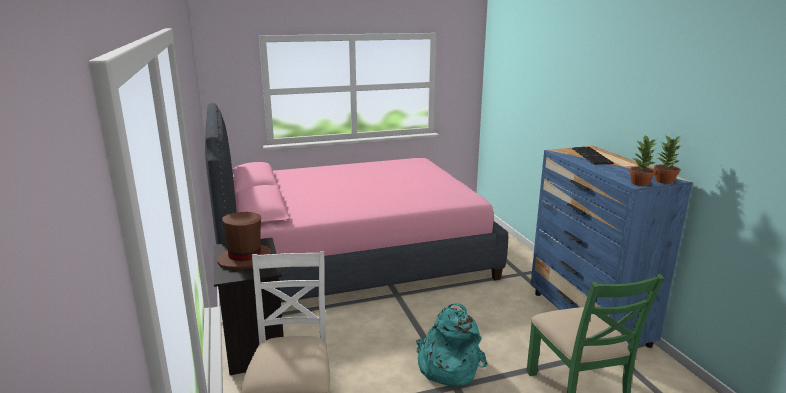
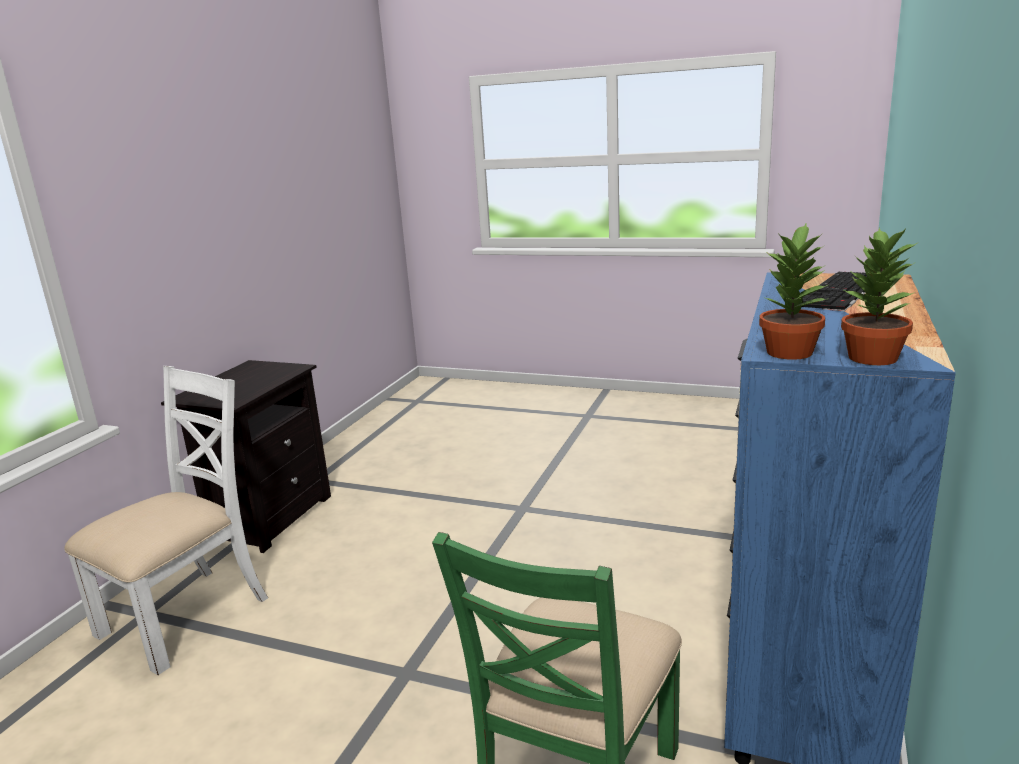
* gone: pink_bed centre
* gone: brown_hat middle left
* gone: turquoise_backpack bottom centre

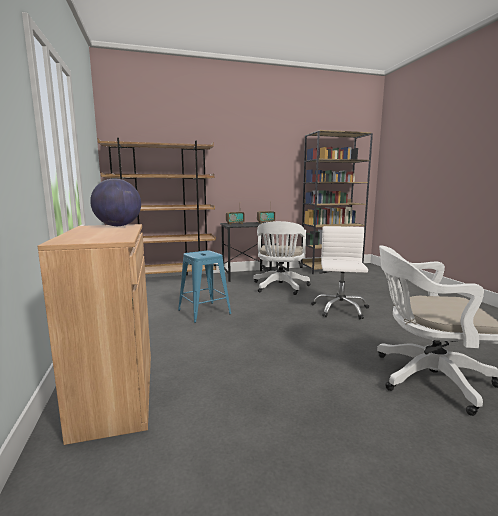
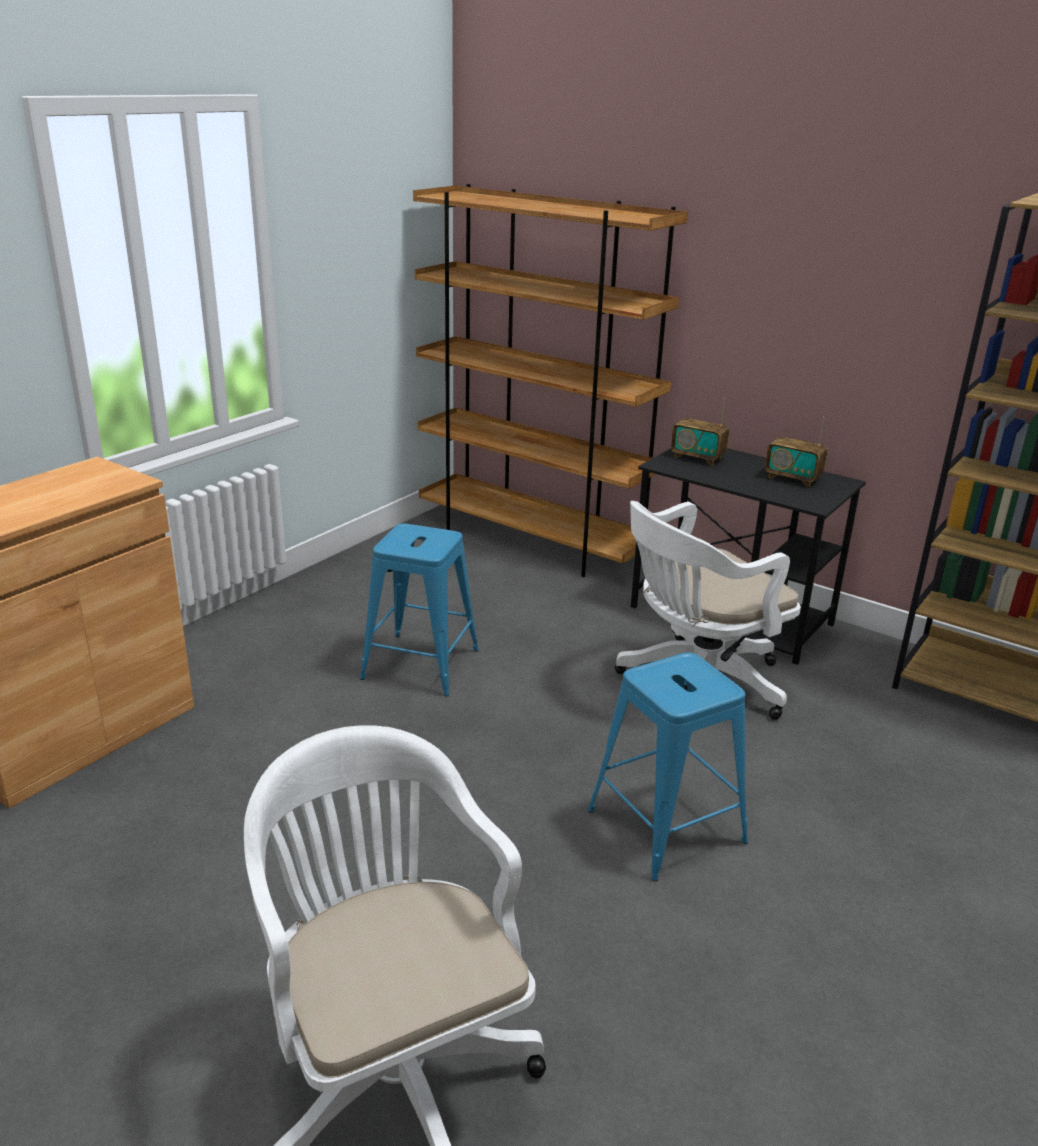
* gone: globe middle left
* swapped: white_office_chair (no. 2 from left) middle right to blue_stool (no. 2 from left) bottom centre

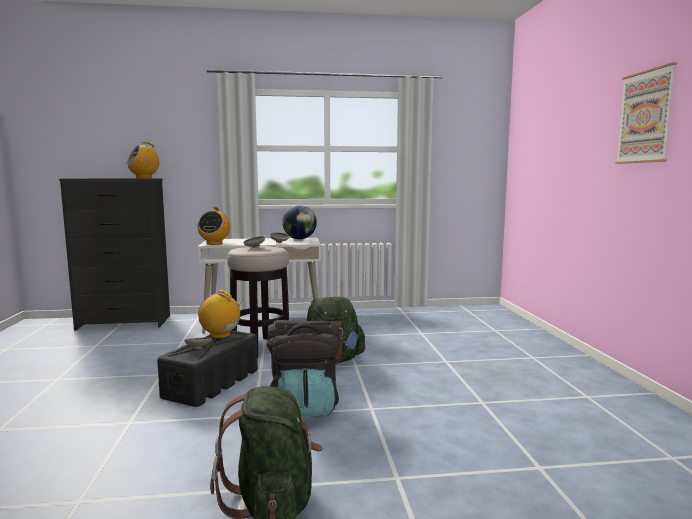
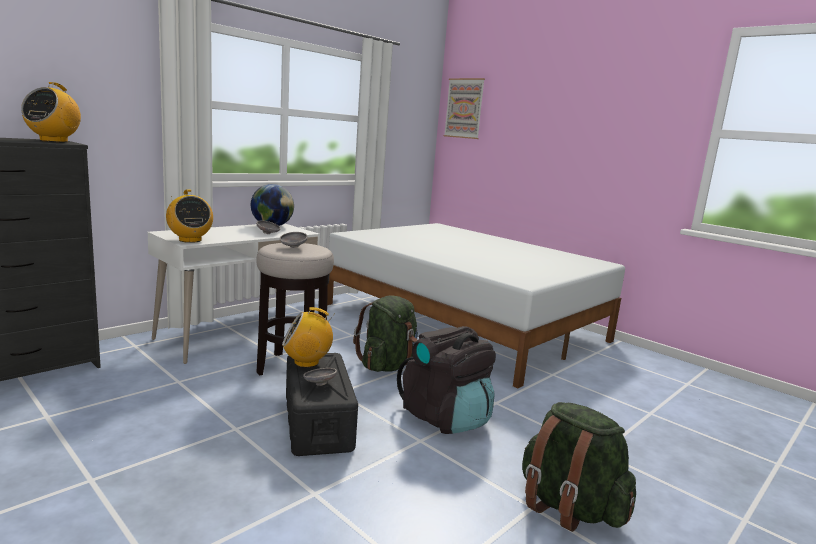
* shifted: picture top right to top centre
* new: white_bed centre

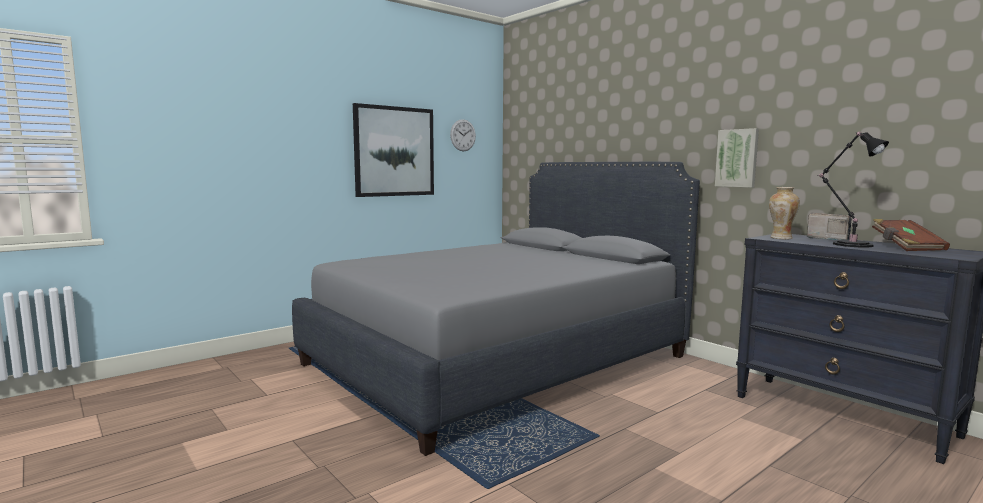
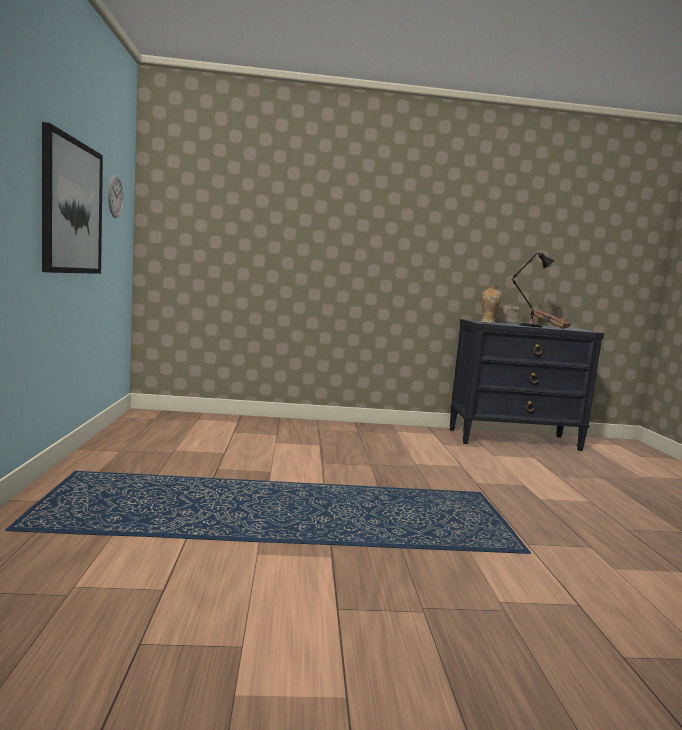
* gone: picture (no. 2 from left) top right
* gone: grey_bed centre

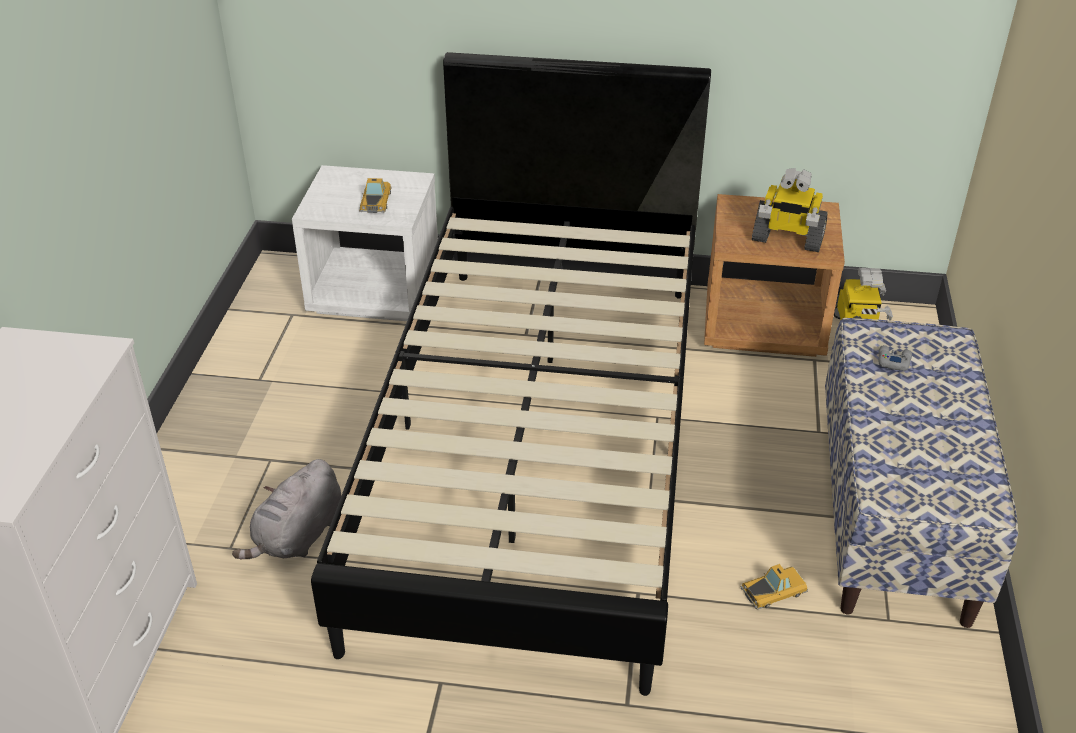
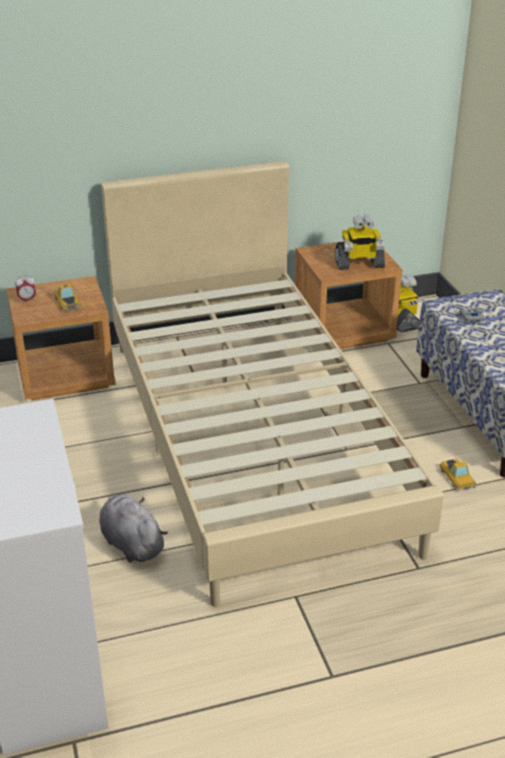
* repainted: black_bed centre to beige_bed centre
* repainted: white_nightstand top centre to brown_nightstand (no. 1 from left) middle left
* rotated: grey_plush_toy bottom left = bottom left 135 degrees clockwise
* rotated: toy_car (no. 2 from left) bottom right = middle right 120 degrees clockwise
* new: alarm_clock middle left

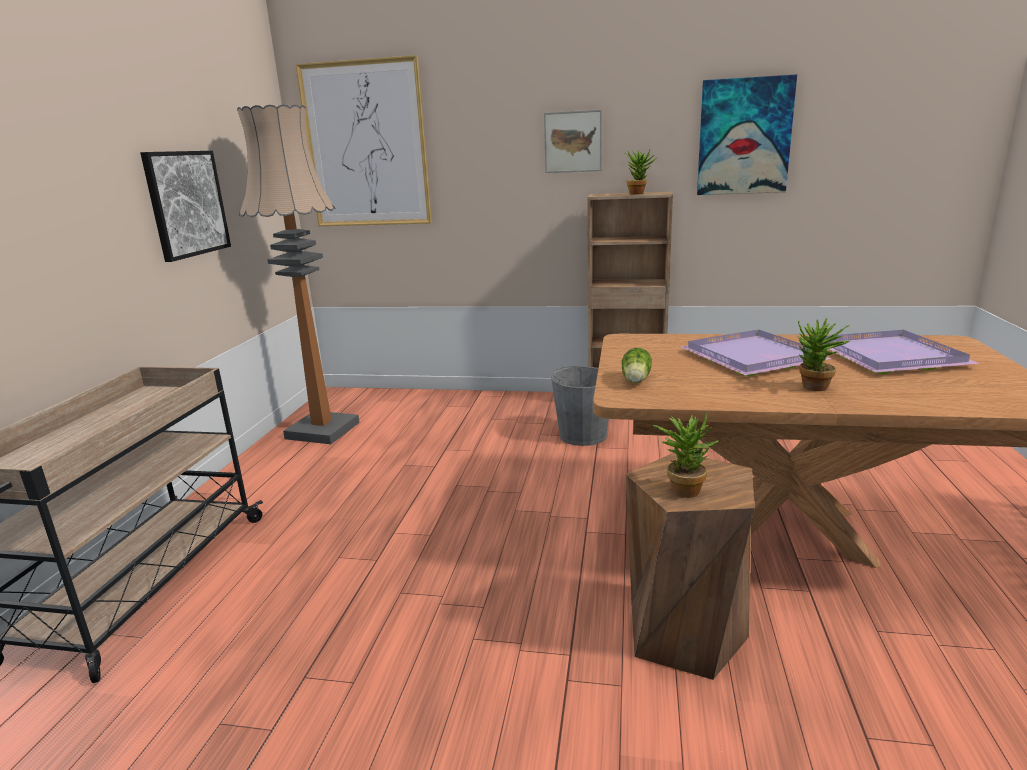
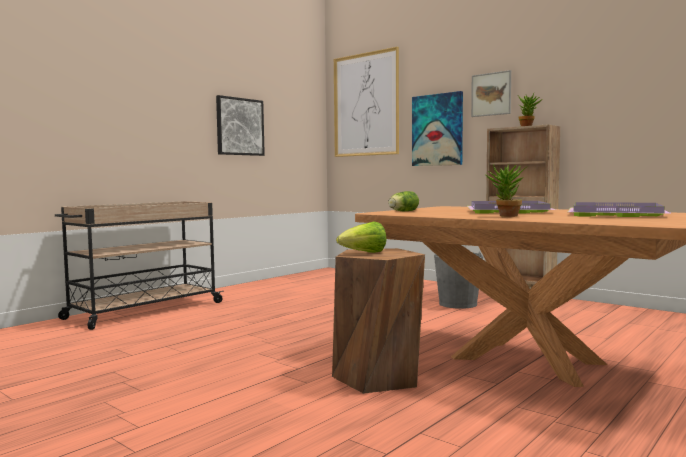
* shifted: picture (no. 4 from left in the first image) top right to picture (no. 3 from left) top centre
* gone: floor_lamp middle left
* swapped: potted_plant (no. 2 from left) middle right to lettuce (no. 1 from left) centre

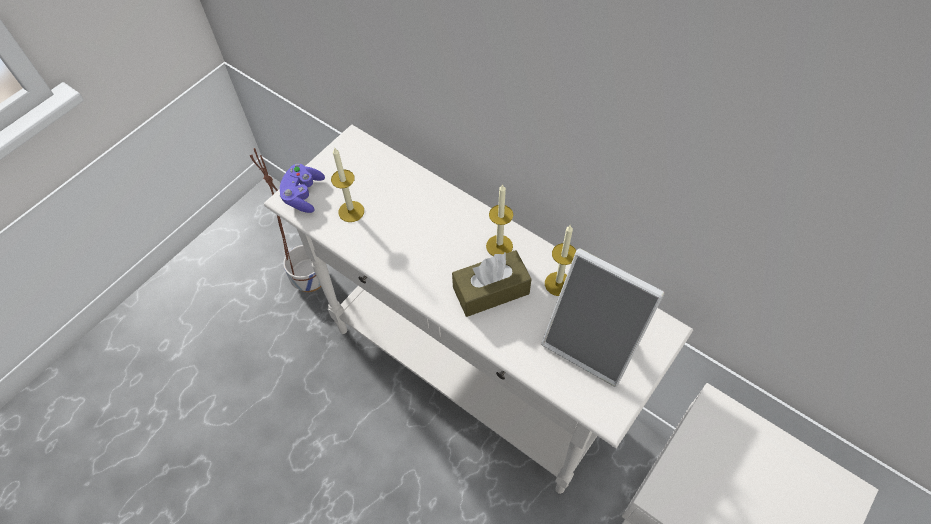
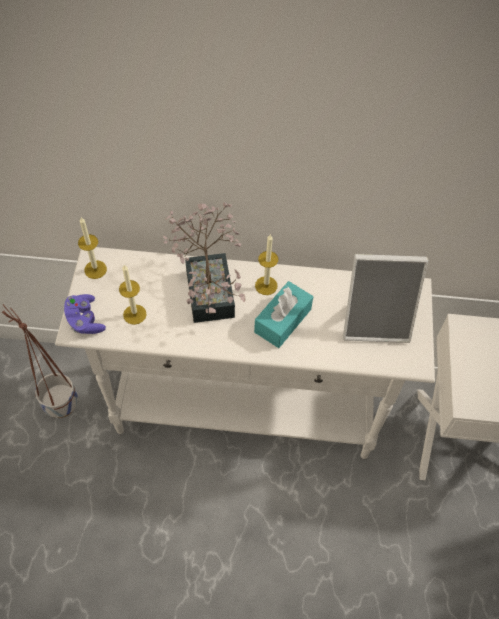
* shifted: candle (no. 3 from left in the first image) centre to candle (no. 1 from left) middle left
* repainted: brown_tissue_box centre to turquoise_tissue_box centre
* new: potted_plant centre

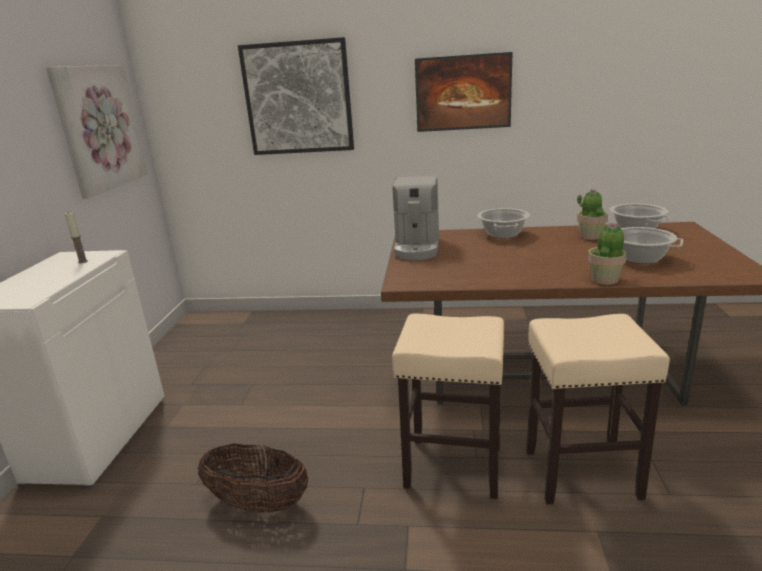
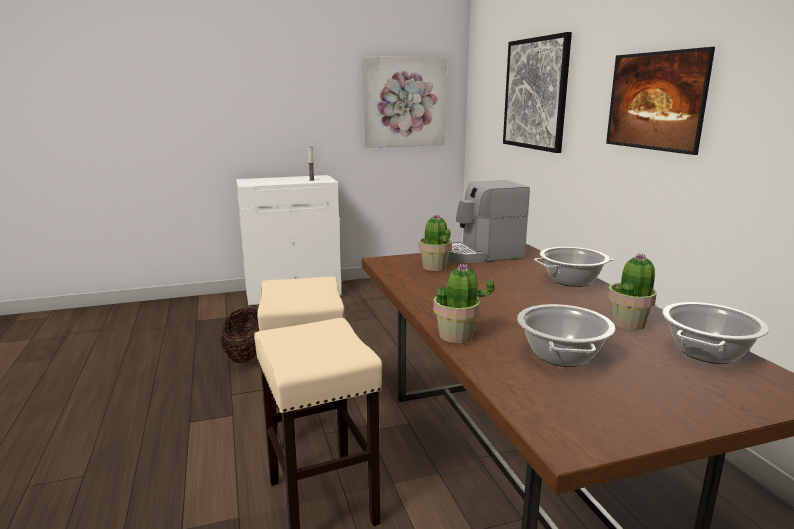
* new: potted_plant (no. 1 from left) centre

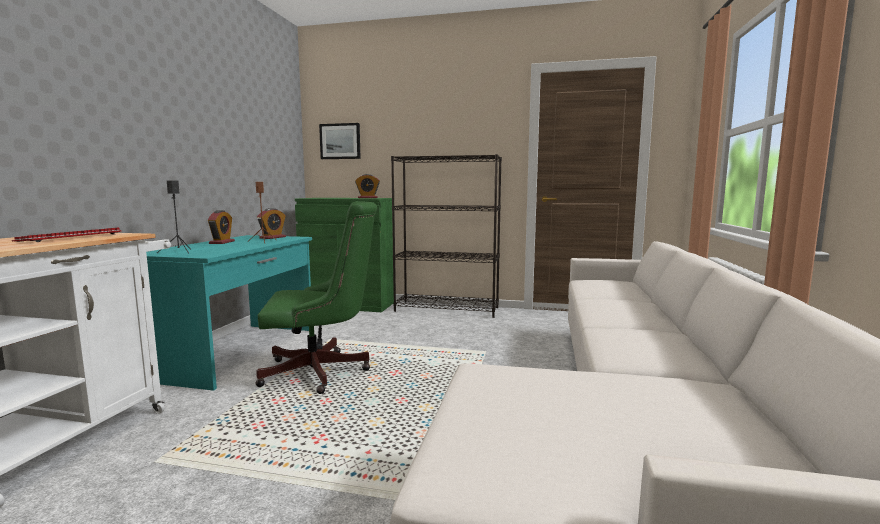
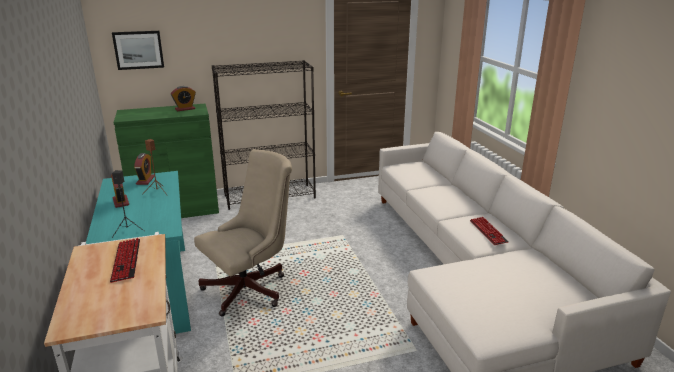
* repainted: green_office_chair centre to beige_office_chair centre
* new: keyboard (no. 2 from left) middle right

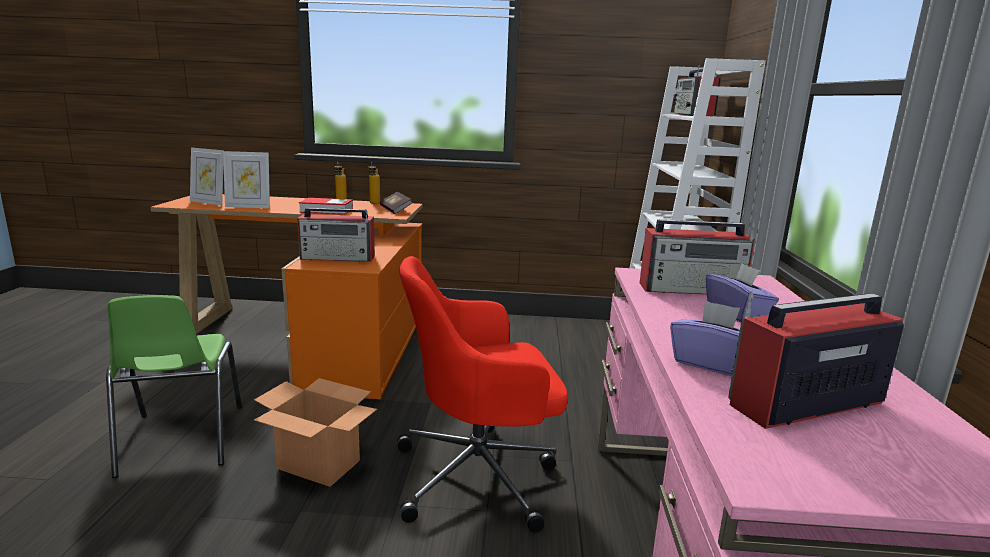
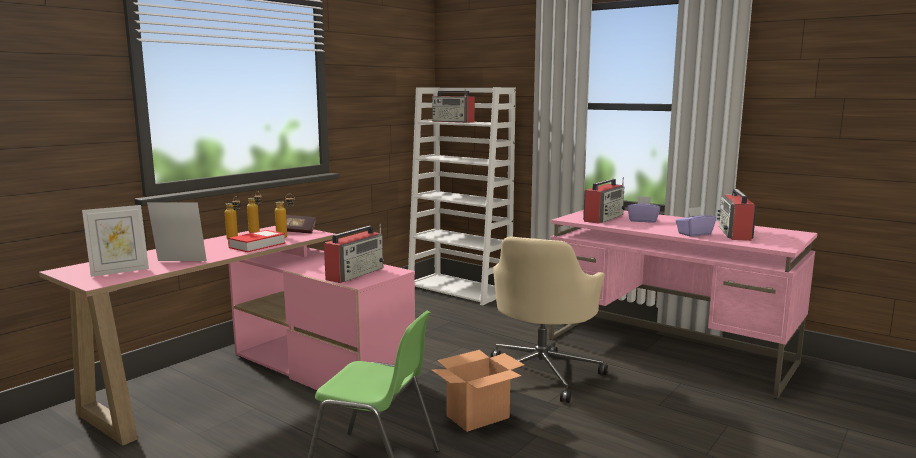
* rotated: picture_frame (no. 2 from left) top left = middle left 120 degrees counterclockwise
* repainted: orange_desk middle left to pink_desk (no. 1 from left) bottom left
* repainted: red_office_chair bottom centre to beige_office_chair bottom centre
* new: bottle (no. 3 from left) middle left

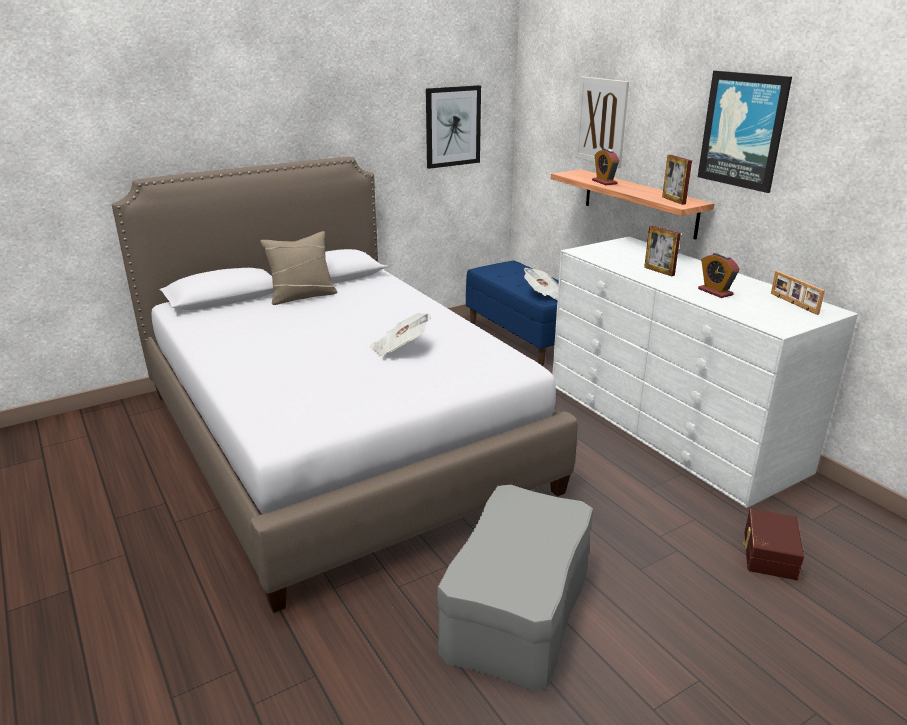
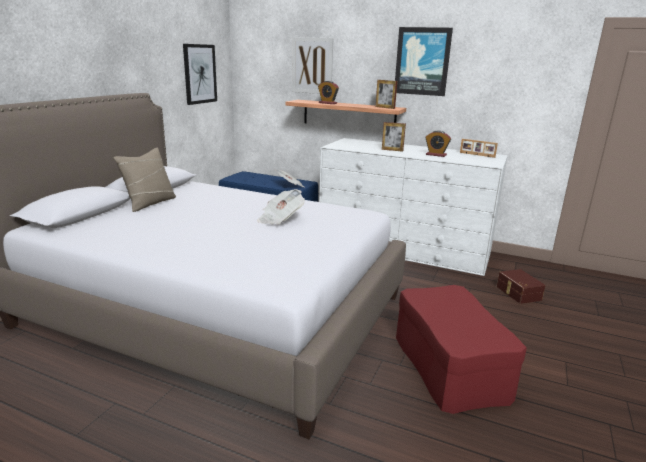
* repainted: grey_ottoman bottom centre to red_ottoman bottom right

